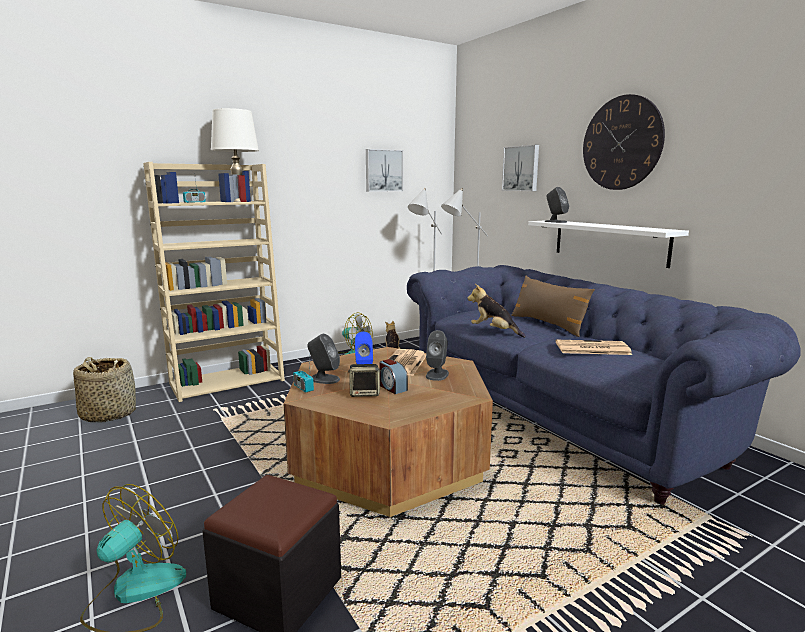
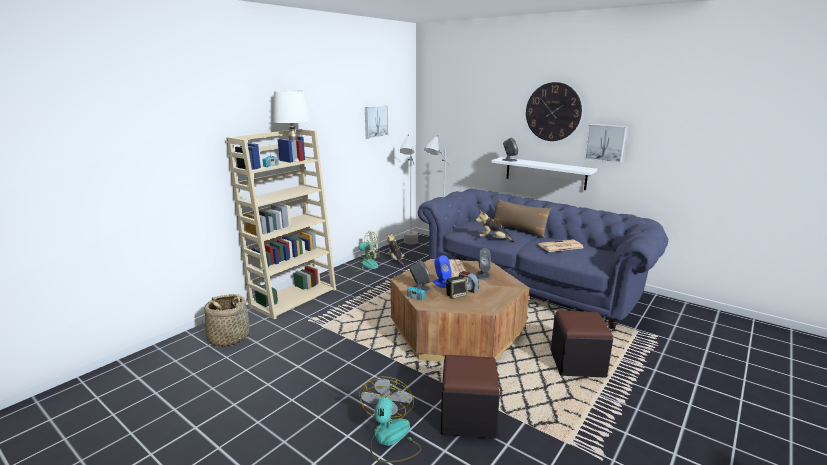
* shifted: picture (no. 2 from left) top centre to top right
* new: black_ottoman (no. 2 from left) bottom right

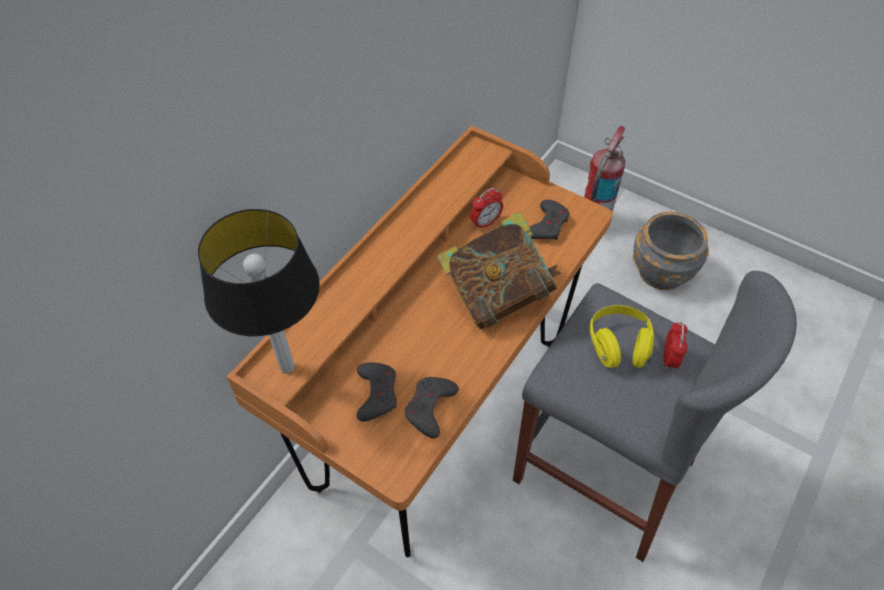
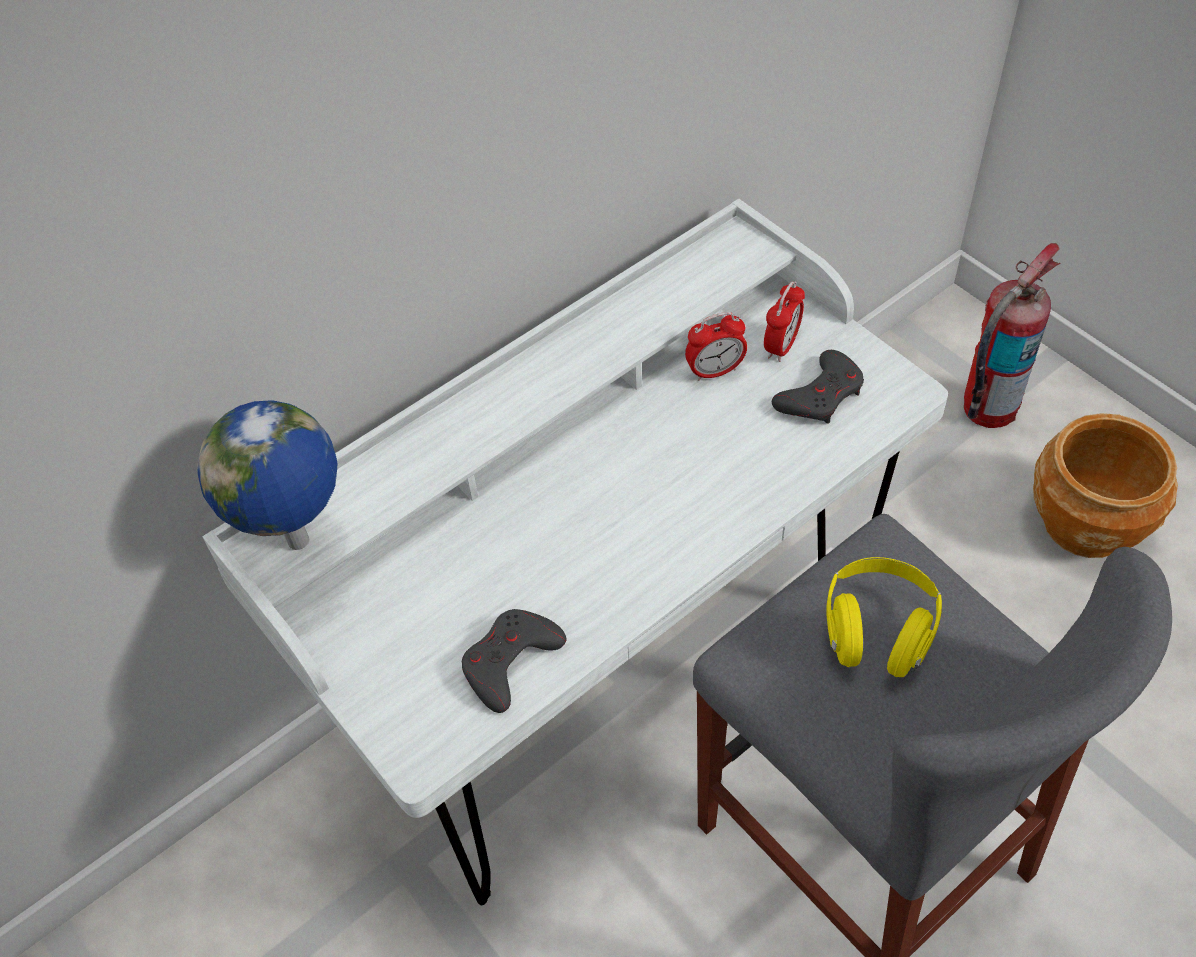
* repainted: orange_desk centre to white_desk centre
* swapped: table_lamp middle left to globe middle left
* gone: book centre
* repainted: grey_planter middle right to brown_planter middle right
* shifted: alarm_clock (no. 2 from left) middle right to centre
* gone: grey_game_controller (no. 1 from left) centre

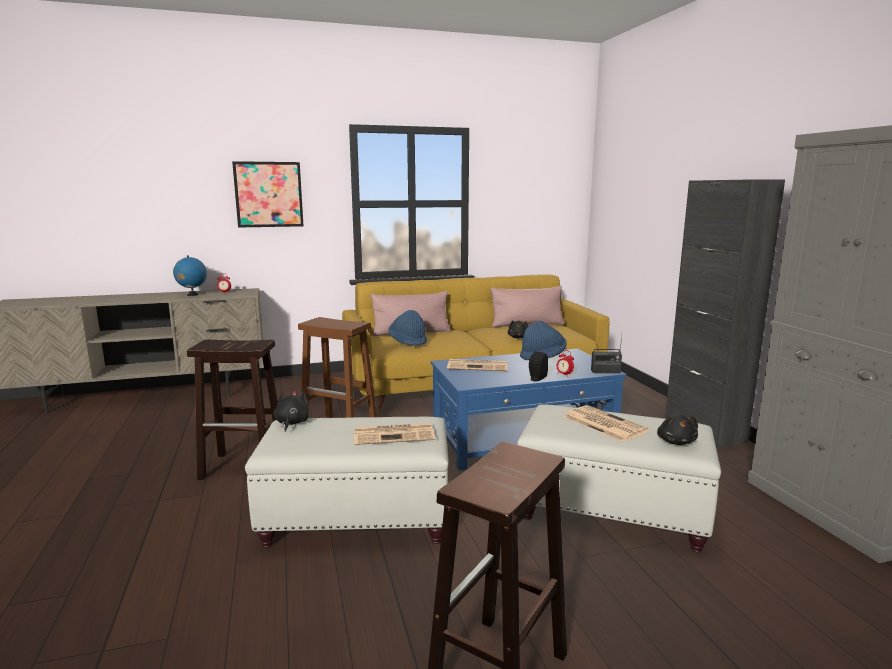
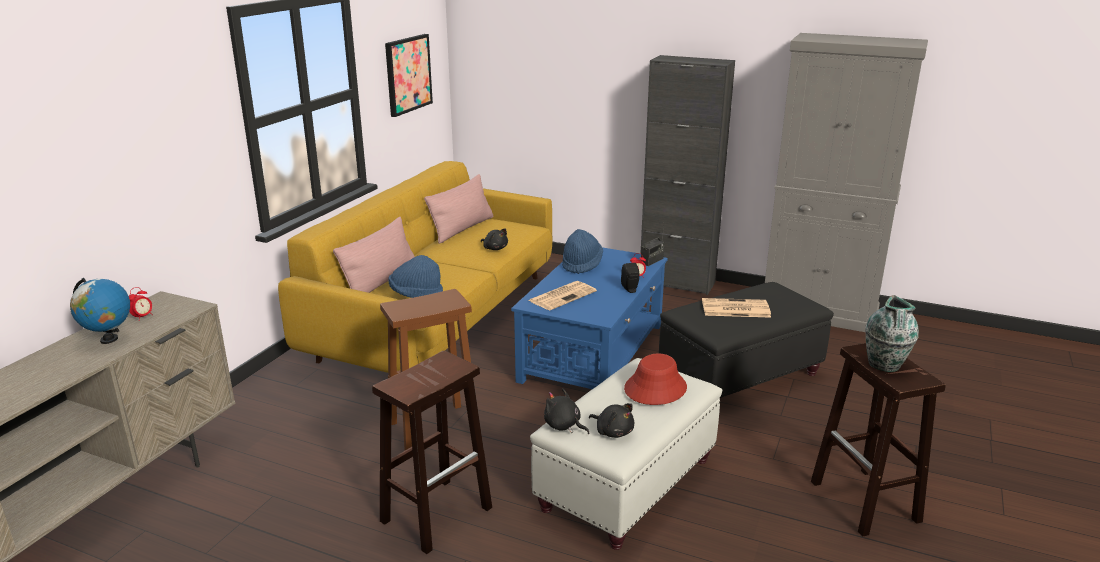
* shifted: picture top left to top centre
* repainted: white_ottoman (no. 2 from left) bottom right to black_ottoman middle right
* shifted: black_plush_toy (no. 3 from left) middle right to bottom centre
* swapped: newspaper (no. 1 from left) centre to red_hat bottom centre
* new: vase middle right

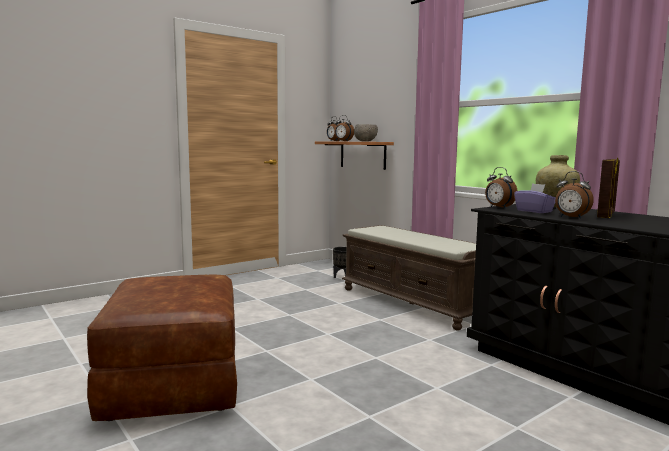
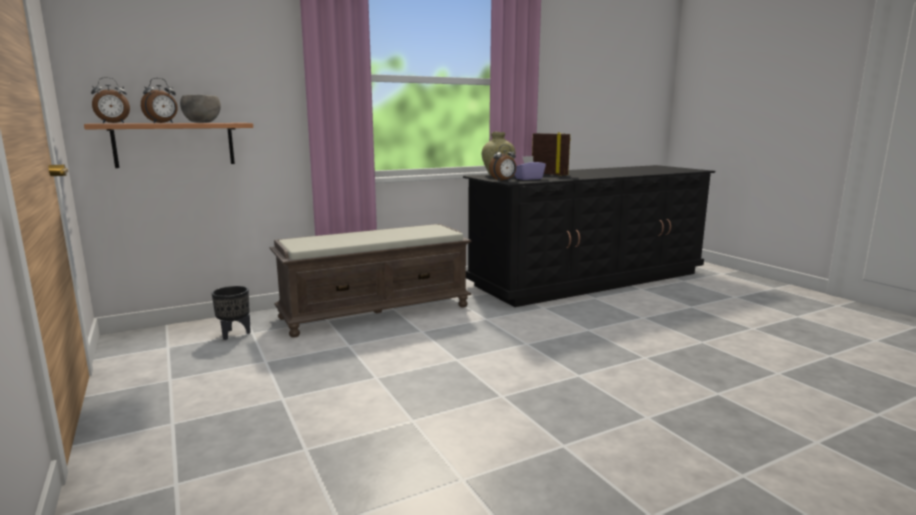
* gone: alarm_clock (no. 4 from left) middle right
* gone: brown_ottoman bottom left

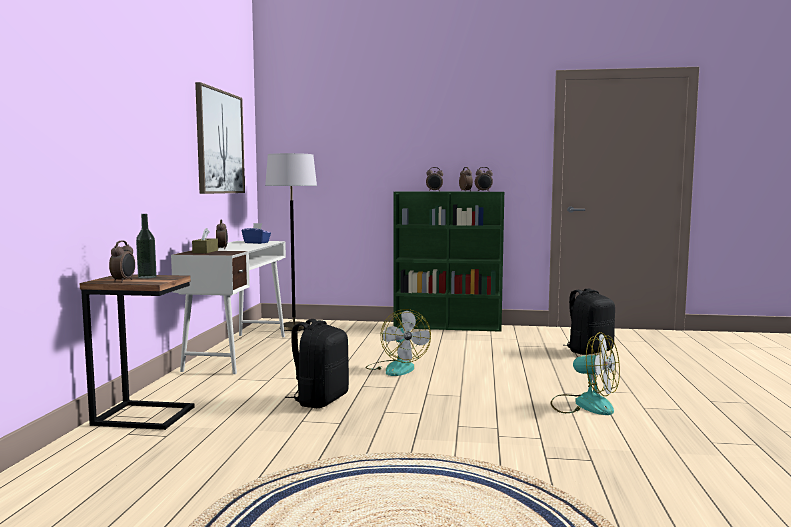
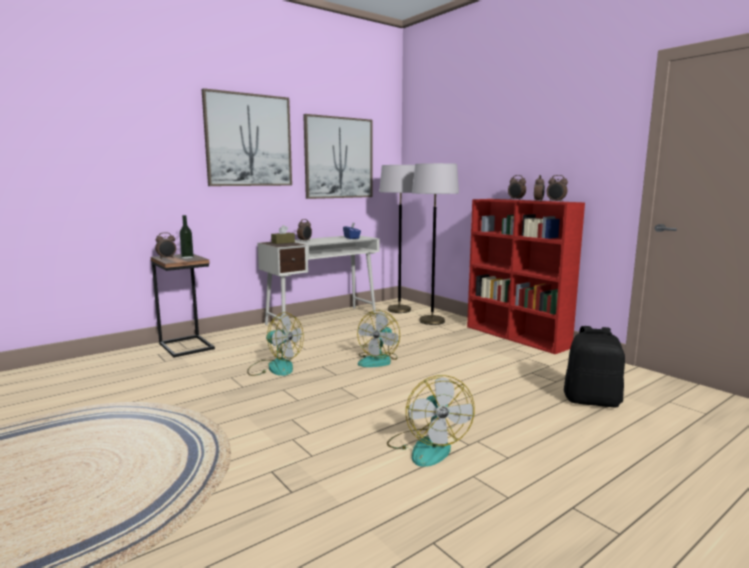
* repainted: green_bookcase centre to red_bookcase middle right
* swapped: black_backpack (no. 1 from left) bottom centre to fan (no. 1 from left) centre
* new: picture (no. 1 from left) top left
* new: grey_floor_lamp (no. 2 from left) centre

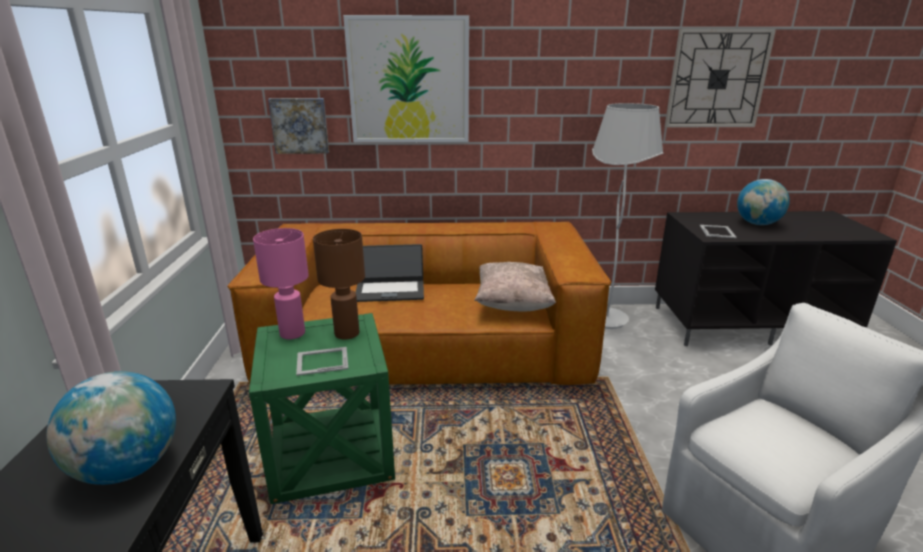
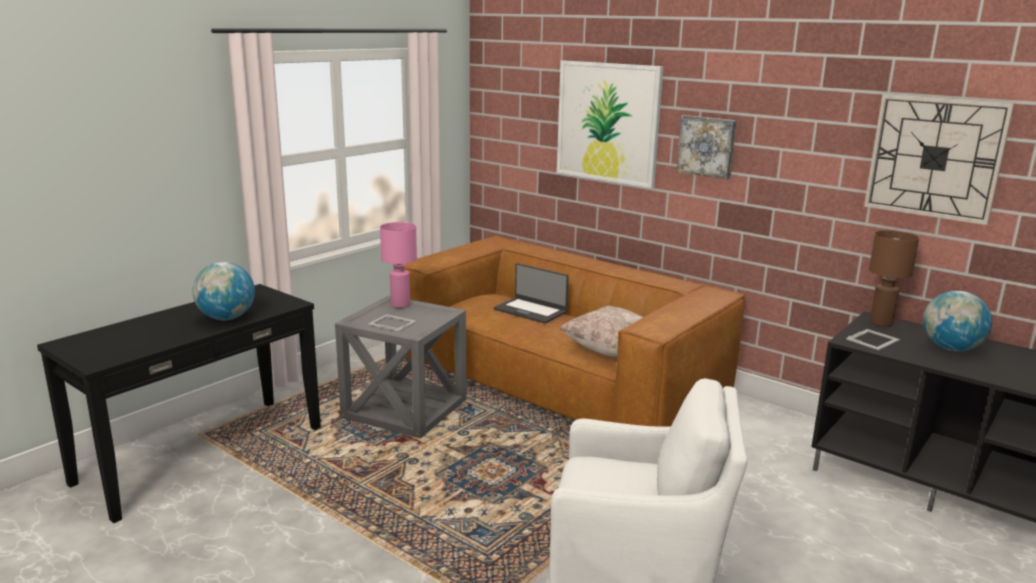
* shifted: picture (no. 1 from left in the first image) top left to picture (no. 2 from left) top right
* gone: white_floor_lamp middle right
* shifted: brown_table_lamp centre to middle right
* repainted: green_side_table bottom centre to grey_side_table centre

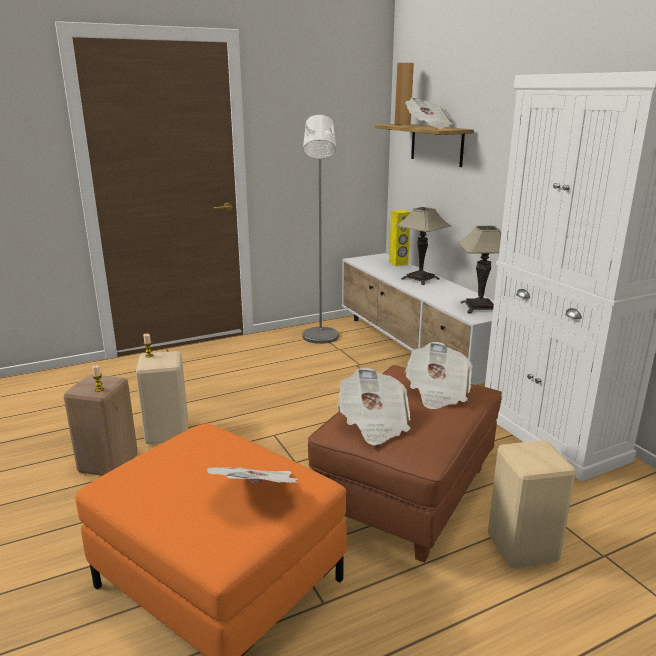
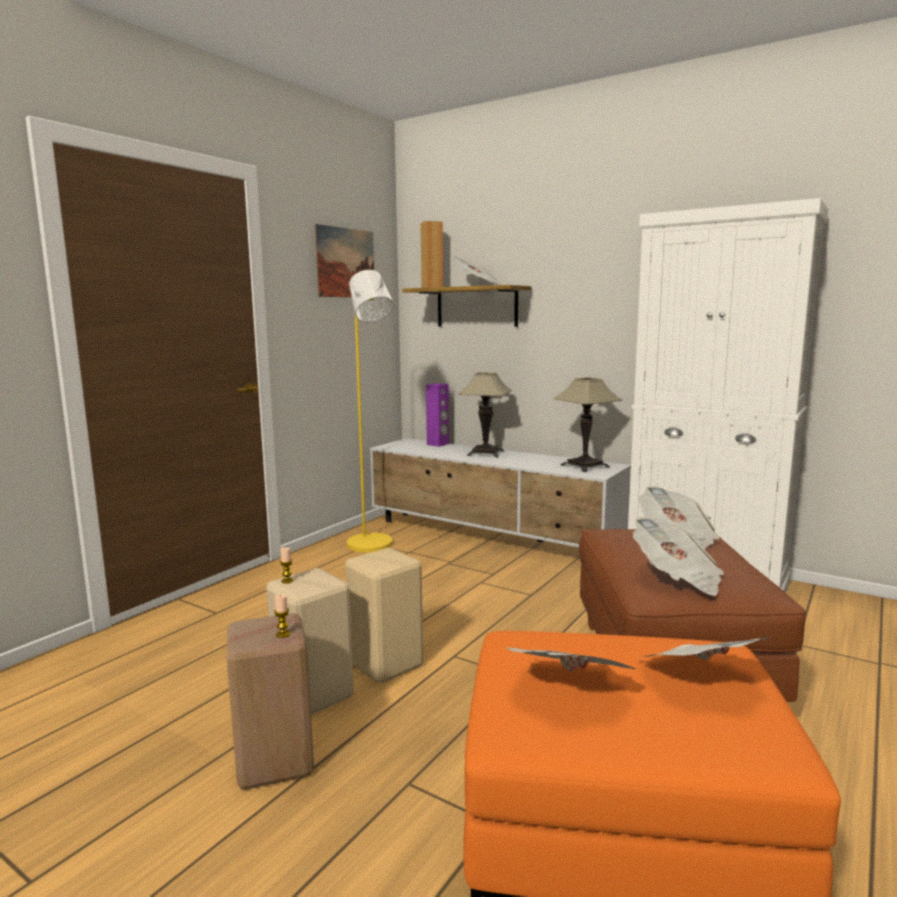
* repainted: grey_floor_lamp centre to yellow_floor_lamp centre
* repainted: yellow_speaker centre to purple_speaker centre
* shifted: beige_stool (no. 3 from left) bottom right to bottom centre
* new: picture top centre
* new: newspaper (no. 2 from left) bottom centre

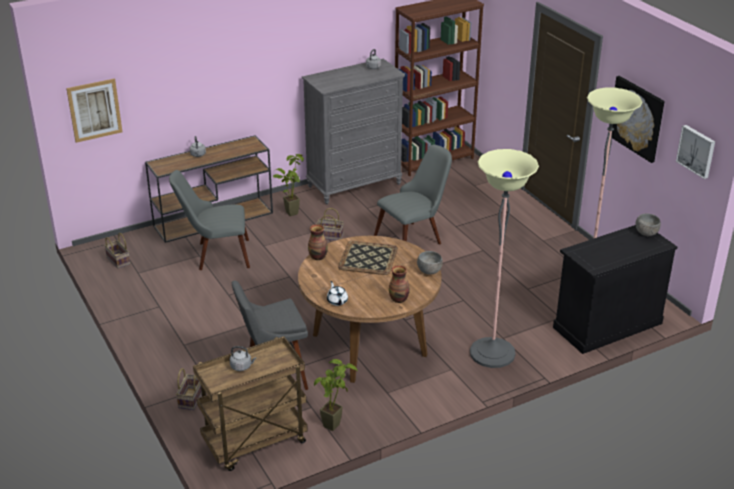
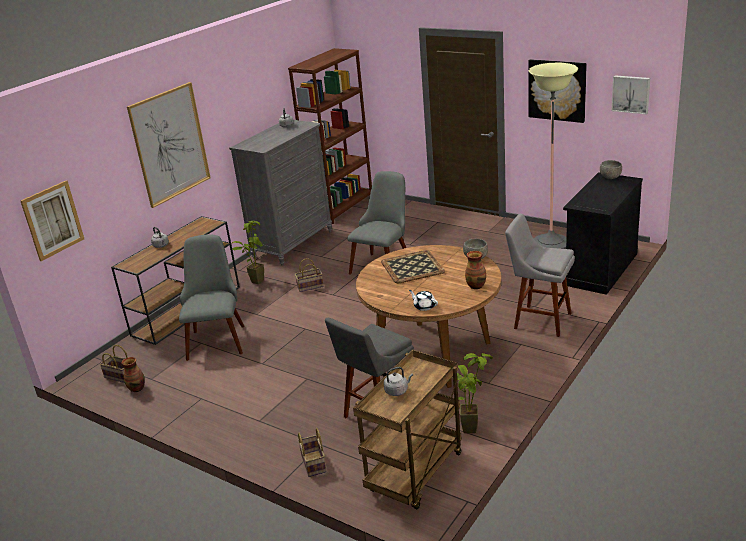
* swapped: floor_lamp (no. 1 from left) middle right to grey_stool (no. 2 from left) middle right
* rotated: grey_chair (no. 1 from left) middle left = middle left 120 degrees clockwise
* shifted: vase (no. 1 from left) centre to bottom left
* new: picture (no. 2 from left) top left

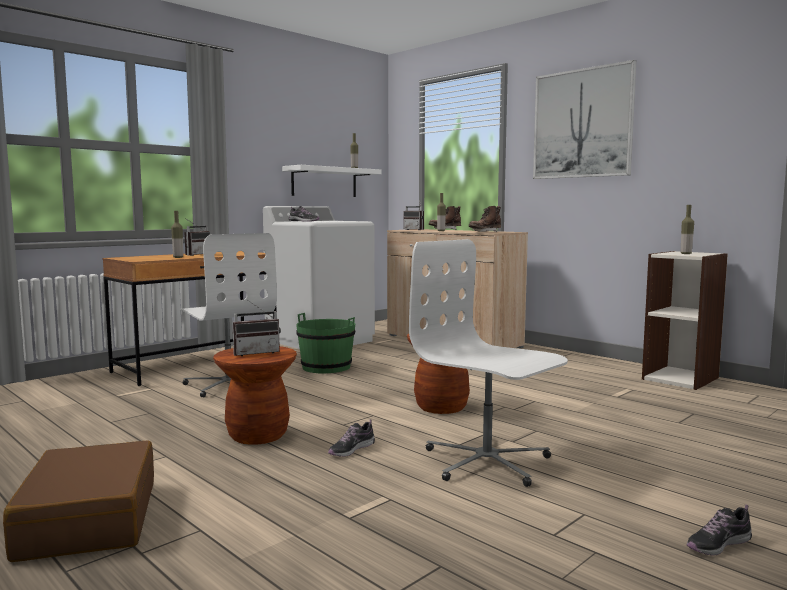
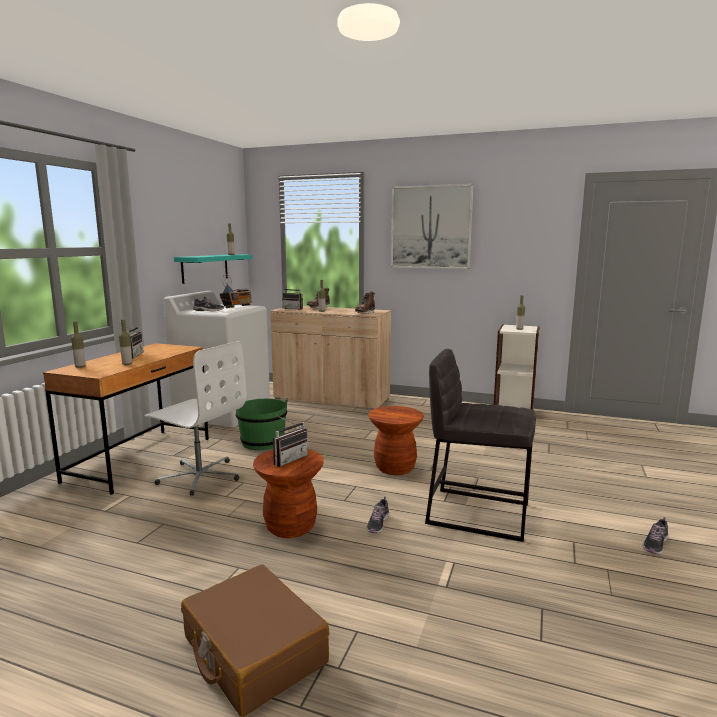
* repainted: white_shelf top centre to turquoise_shelf middle left
* swapped: white_office_chair (no. 2 from left) centre to grey_stool middle right
* new: radio (no. 2 from left) middle left
* new: bottle (no. 1 from left) middle left

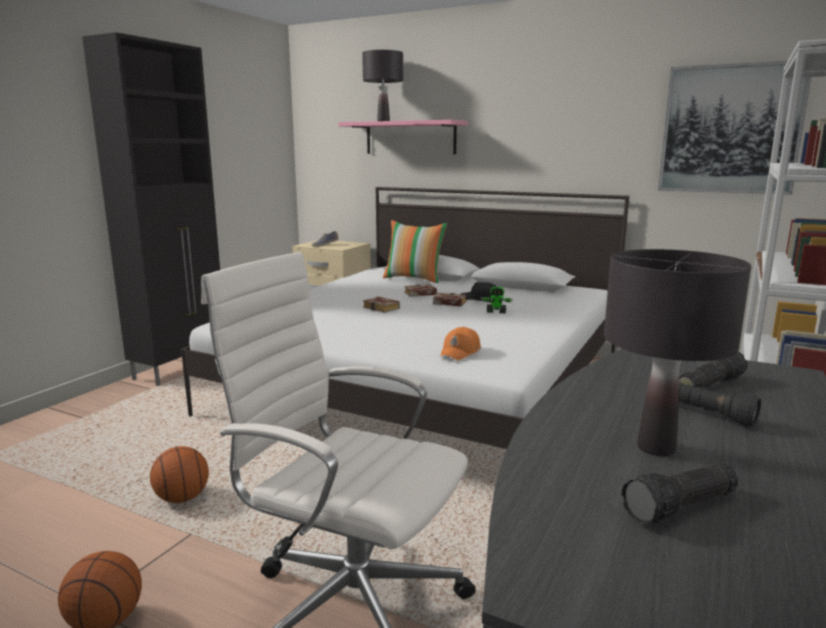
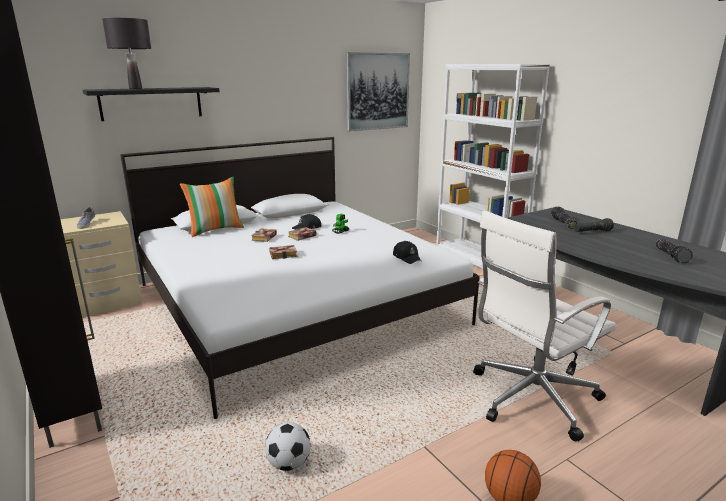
* repainted: pink_shelf top centre to black_shelf top left
* gone: black_table_lamp (no. 2 from left) middle right
* repainted: orange_cap centre to black_cap (no. 2 from left) centre
* gone: basketball (no. 2 from left) bottom left
* new: football bottom centre

